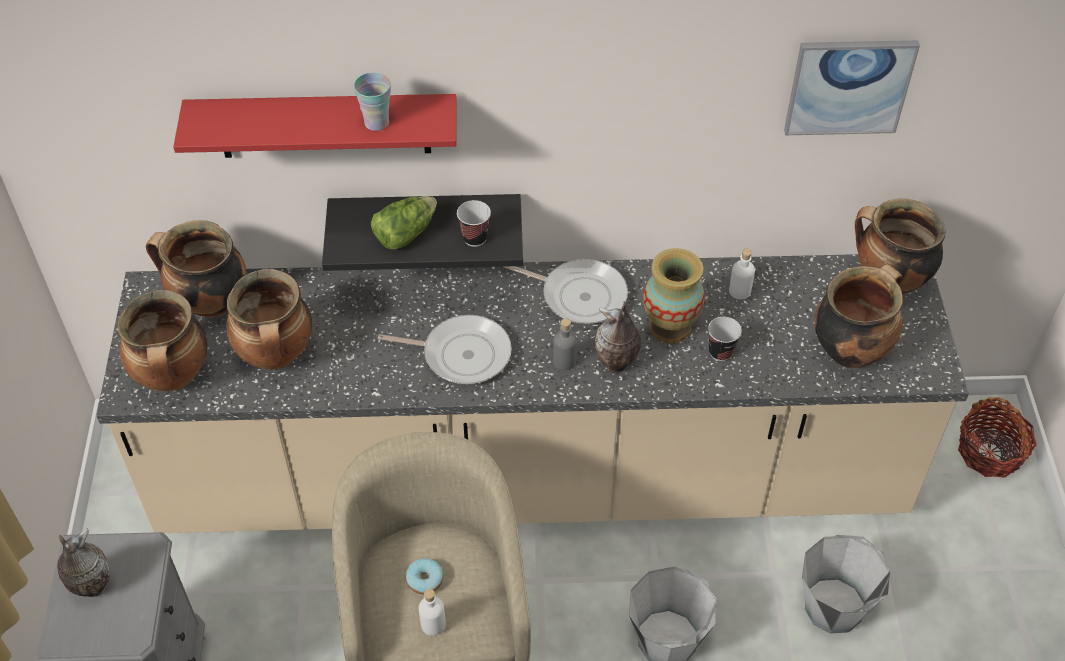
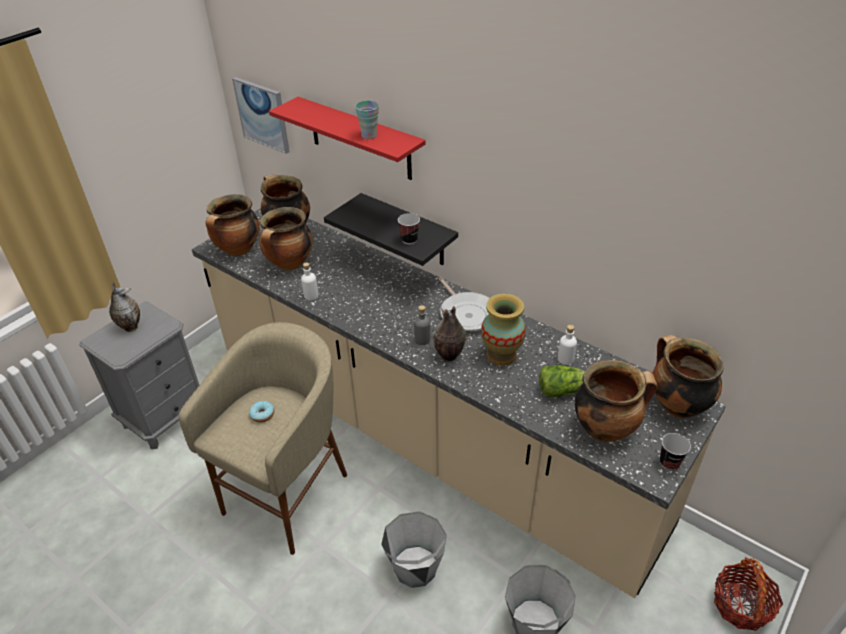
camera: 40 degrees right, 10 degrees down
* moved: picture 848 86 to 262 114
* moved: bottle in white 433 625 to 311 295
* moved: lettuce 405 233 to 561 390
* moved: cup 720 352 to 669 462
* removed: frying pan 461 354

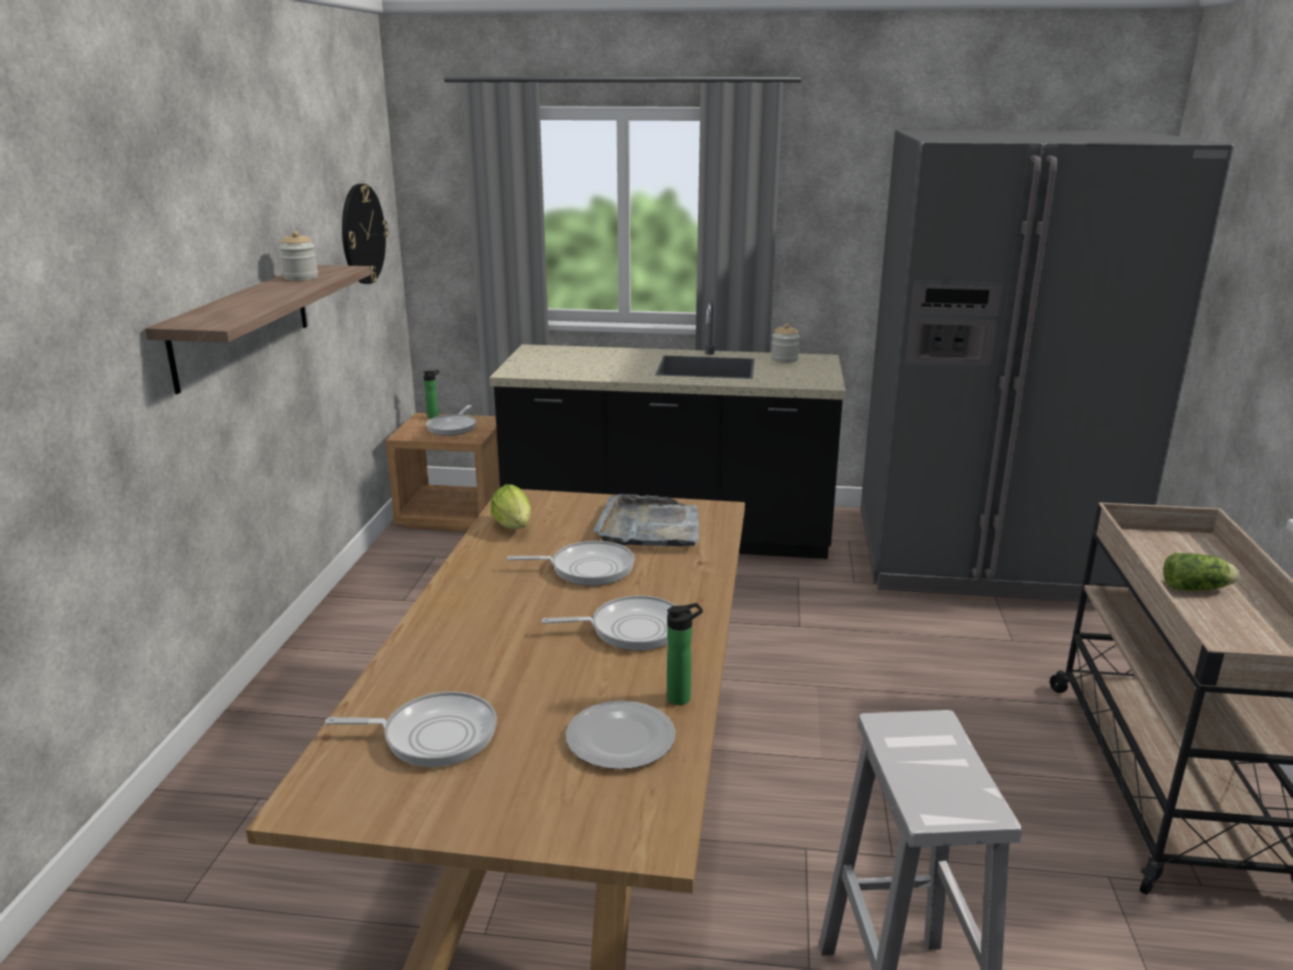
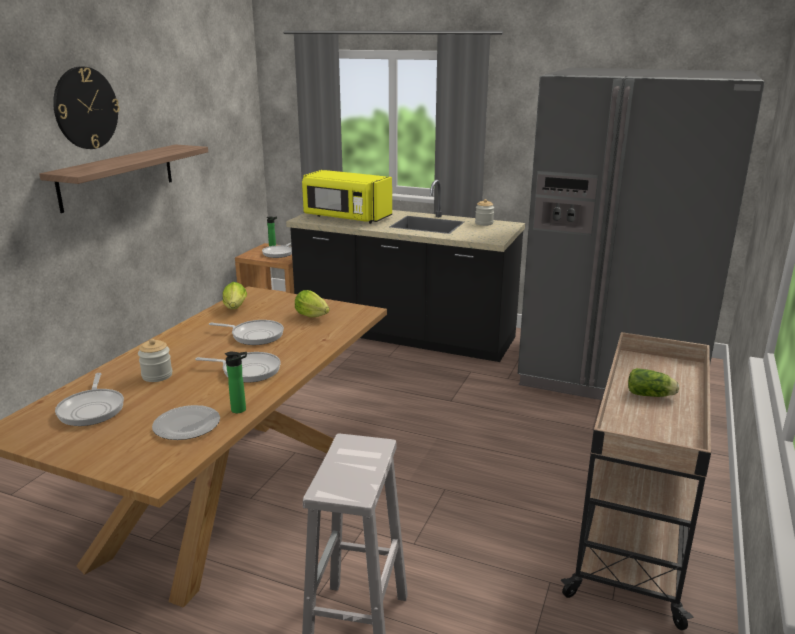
camera: 15 degrees right, 0 degrees up
* moved: wall clock 362 234 to 86 108
* turned: frying pan 433 735 = 92 409 60 degrees clockwise
* moved: jar 301 277 to 157 375
* replaced: tray in grey 650 527 to lettuce 314 317
* added: microwave in yellow 346 218

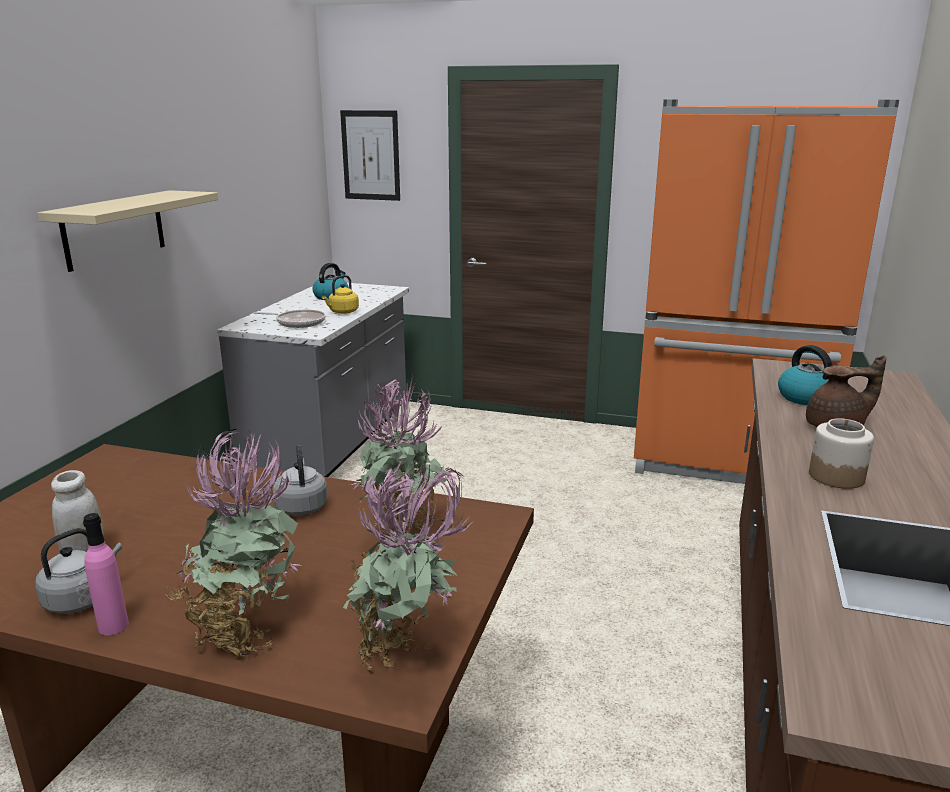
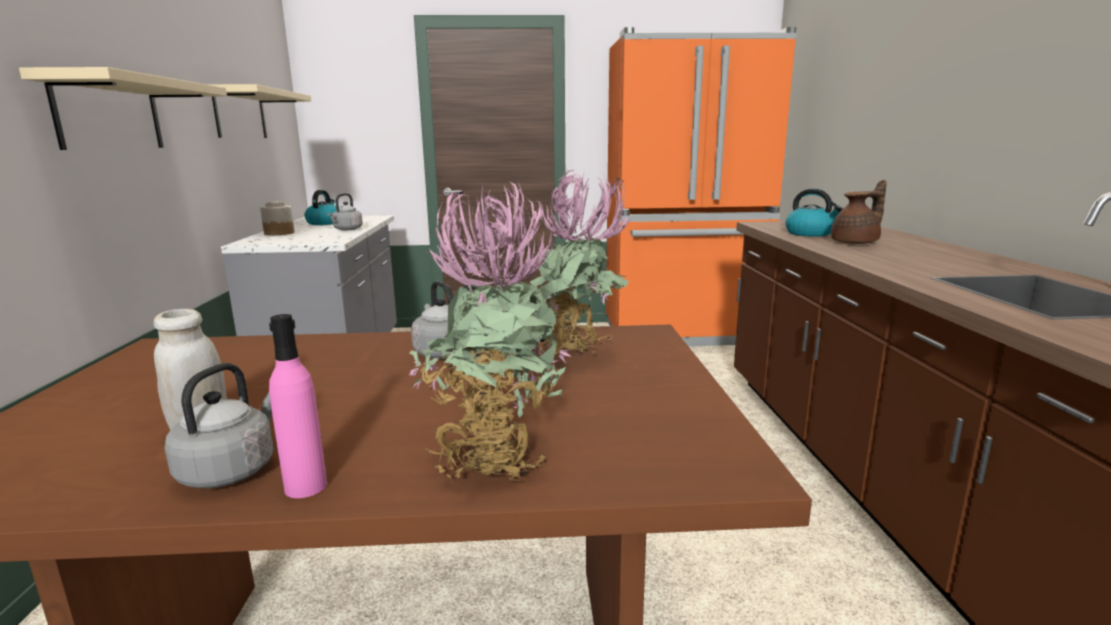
camera: 20 degrees left, 5 degrees down
* added: shelf in beige 240 114
* moved: jar 836 476 to 279 233
* recoloured: kettle in yellow 342 312 to kettle in grey 346 229
* removed: frying pan 298 322
* removed: picture 371 155
* removed: potted plant 406 656

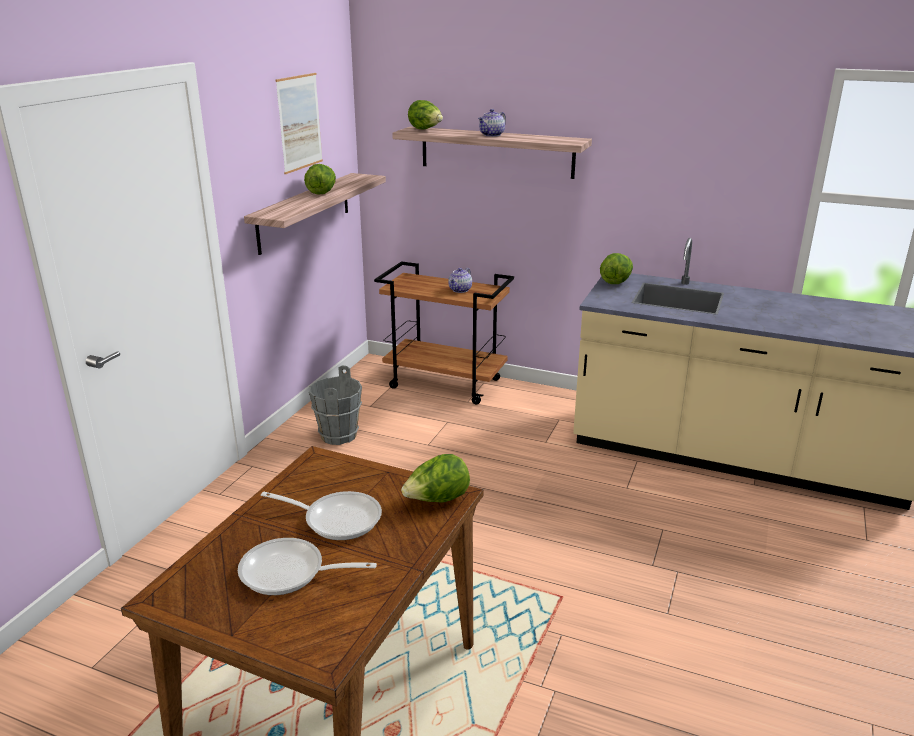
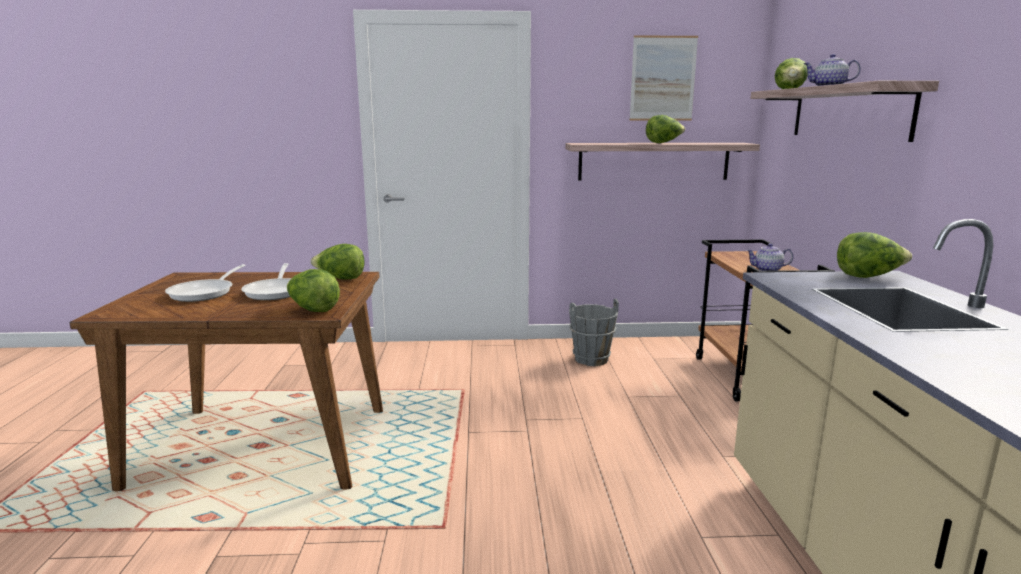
camera: 65 degrees right, 10 degrees down
* turned: frying pan 289 573 = 205 292 150 degrees counterclockwise
* added: lettuce 340 279

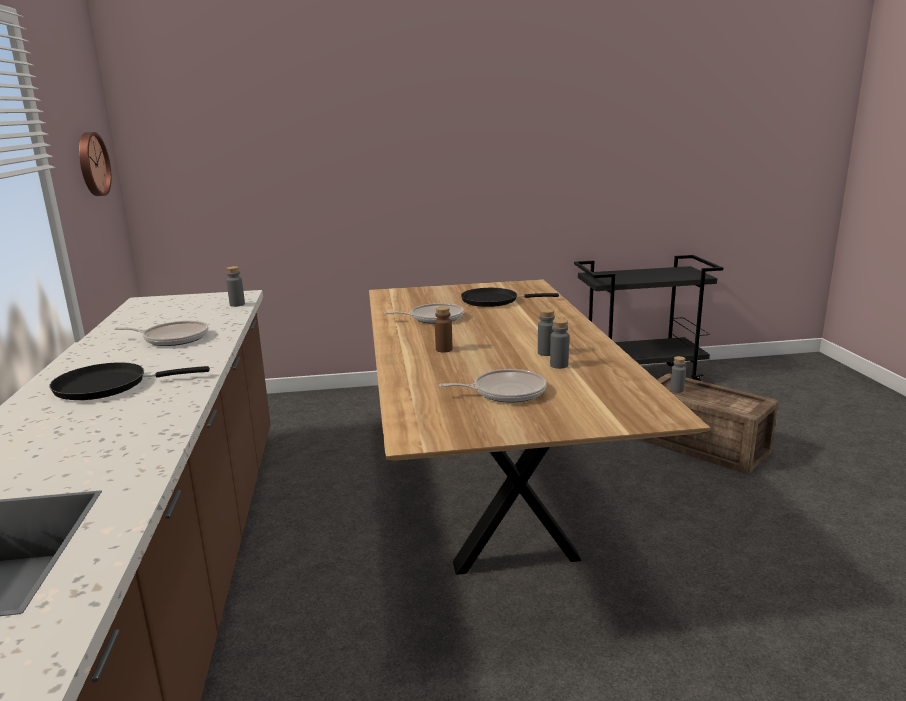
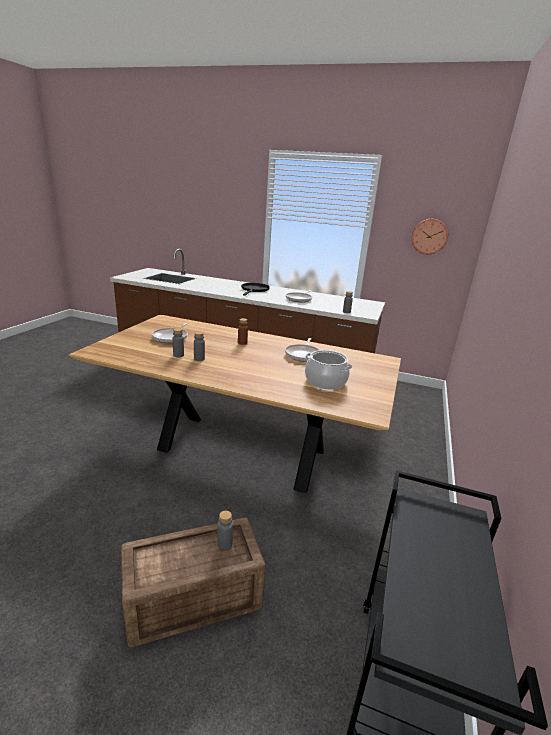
camera: 115 degrees right, 5 degrees up
* replaced: frying pan in black 494 301 to cooking pot 326 381

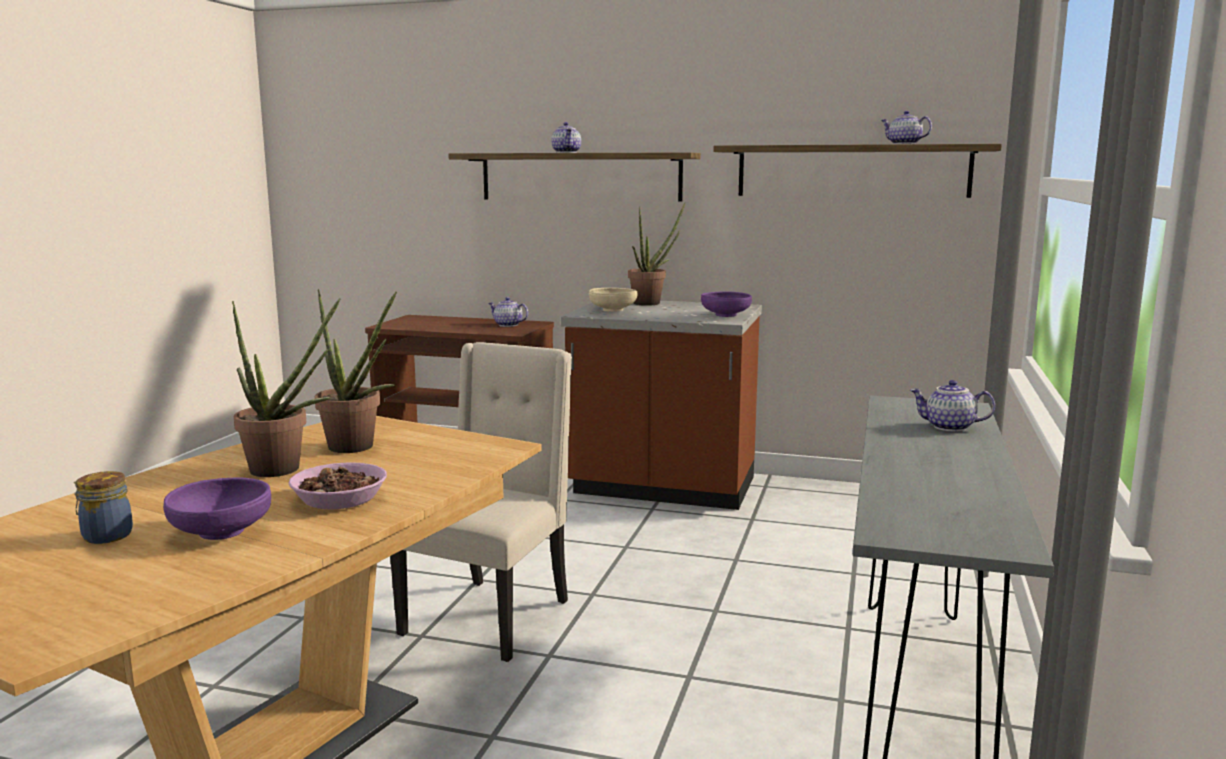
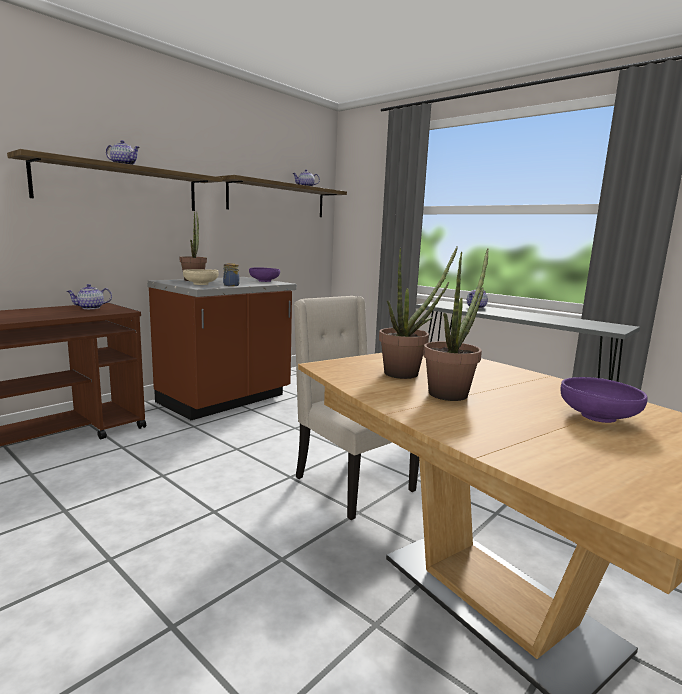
camera: 65 degrees left, 0 degrees up
* moved: jar 105 536 to 230 285
* removed: bowl 338 499

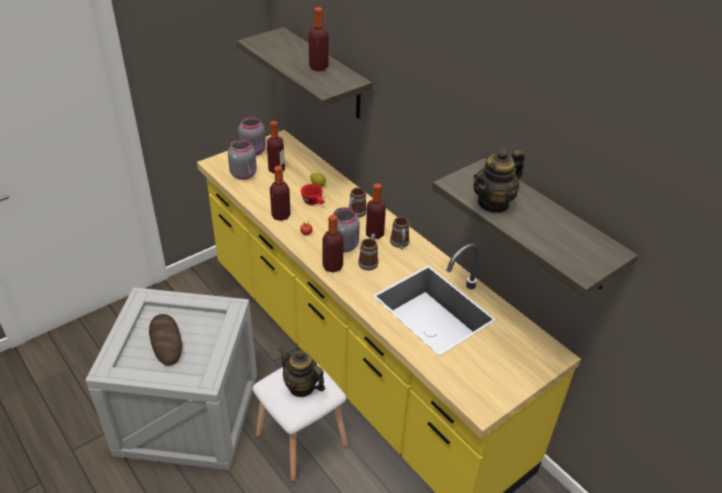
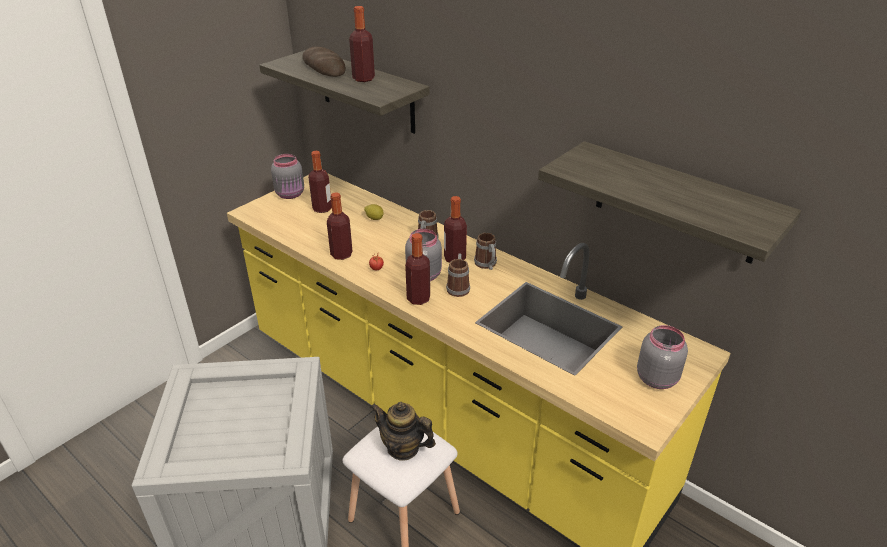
camera: 10 degrees left, 5 degrees down
* moved: bread 166 341 to 324 67
* moved: jar in grey 244 174 to 657 378
* removed: cup in red 314 202
* removed: teapot 493 203

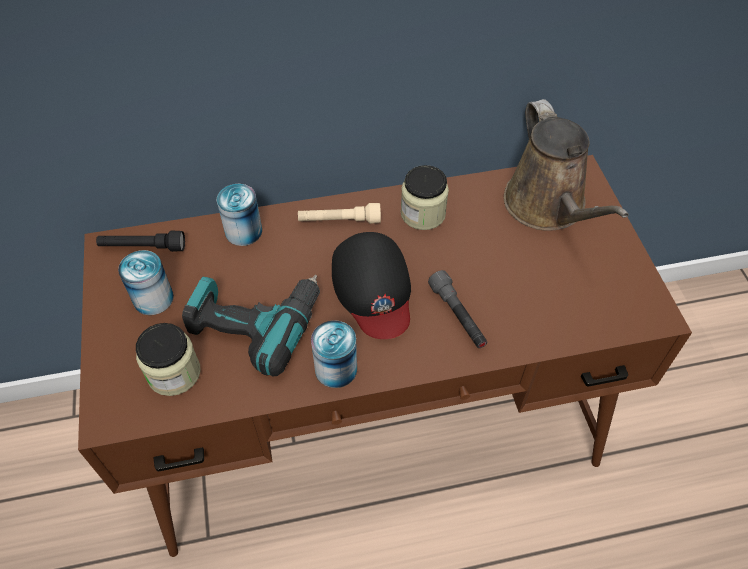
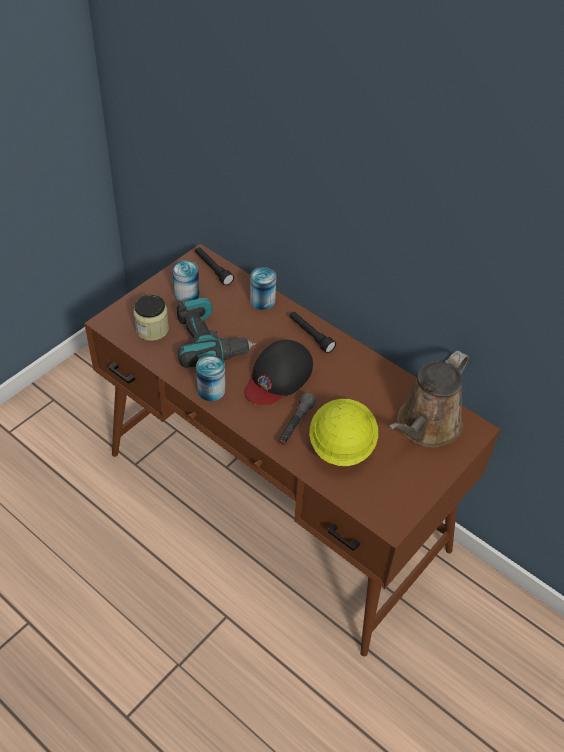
camera: 50 degrees right, 5 degrees down
* recoloured: flashlight in beige 339 221 to flashlight in black 310 335
* added: hard hat in yellow 341 444
* removed: jar 423 214

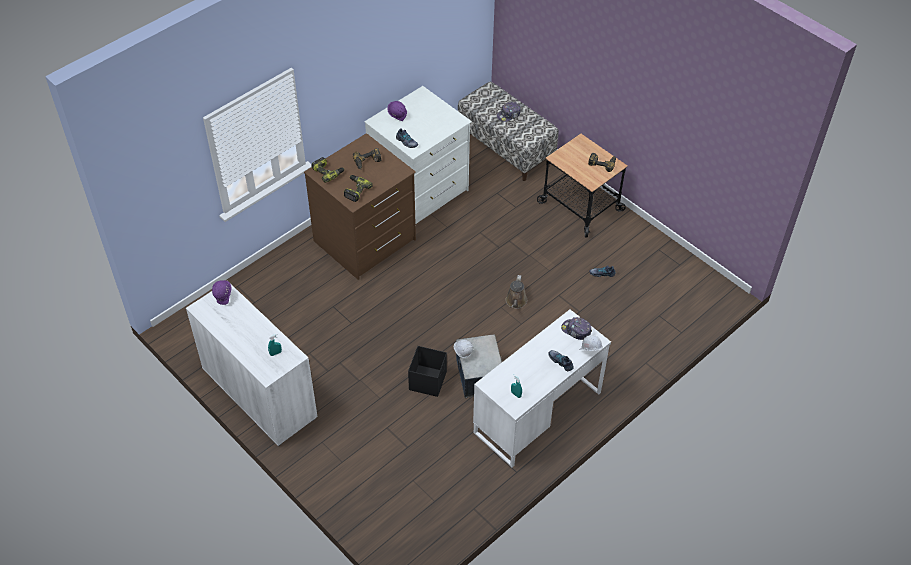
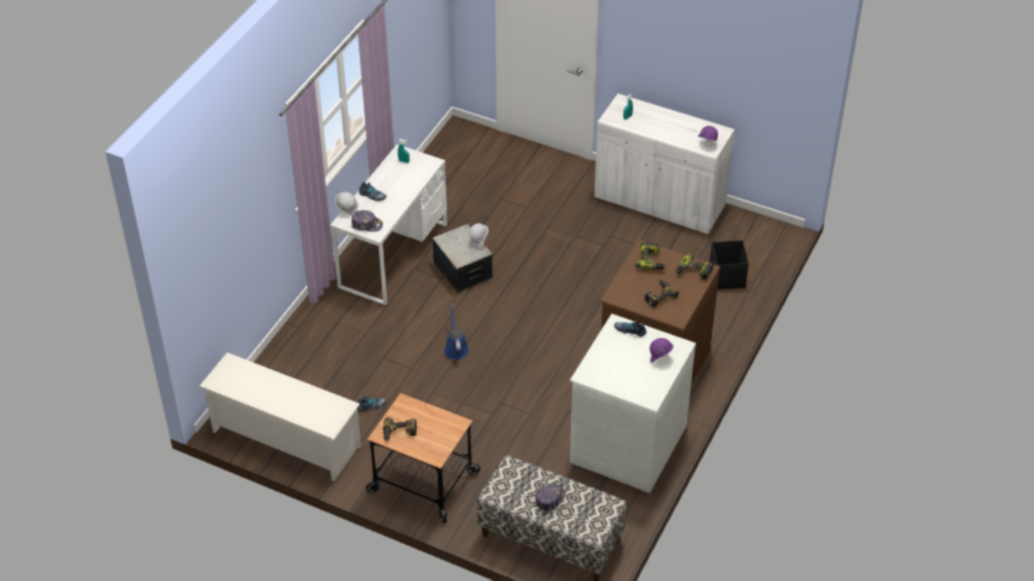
camera: 160 degrees right, 5 degrees down
* added: shoe rack in white 285 439
* recoloured: watering can in brown 516 302 to watering can in blue 455 348
* moved: storage box in black 428 380 to 726 277

